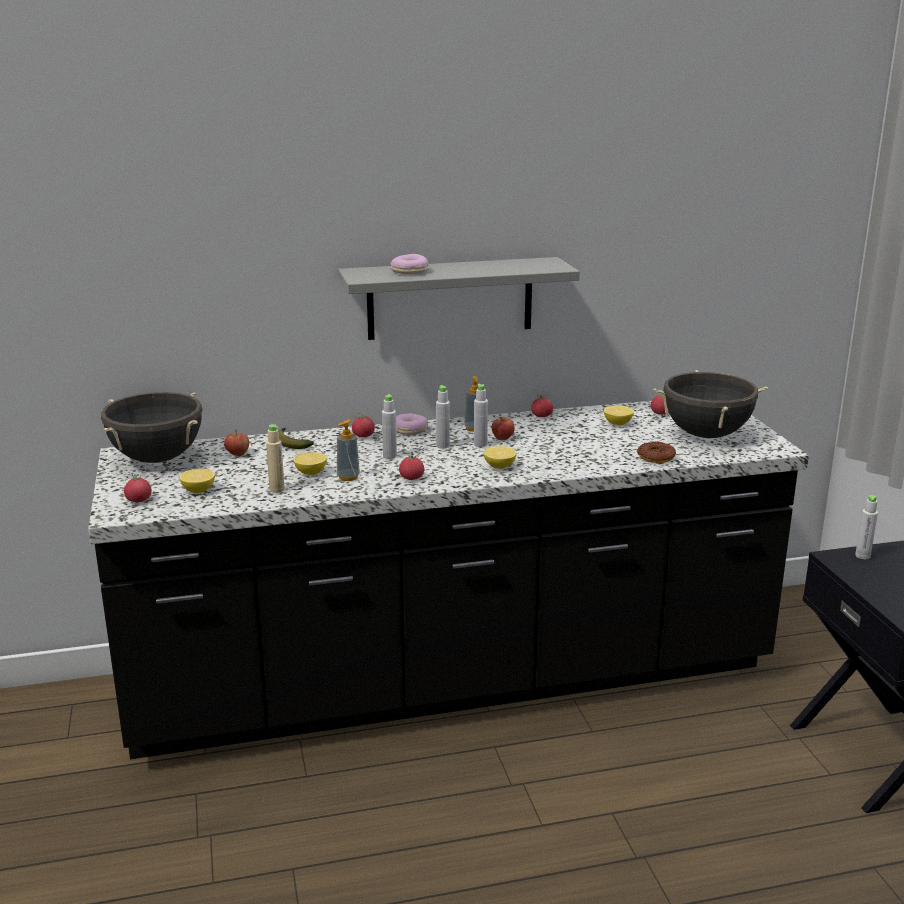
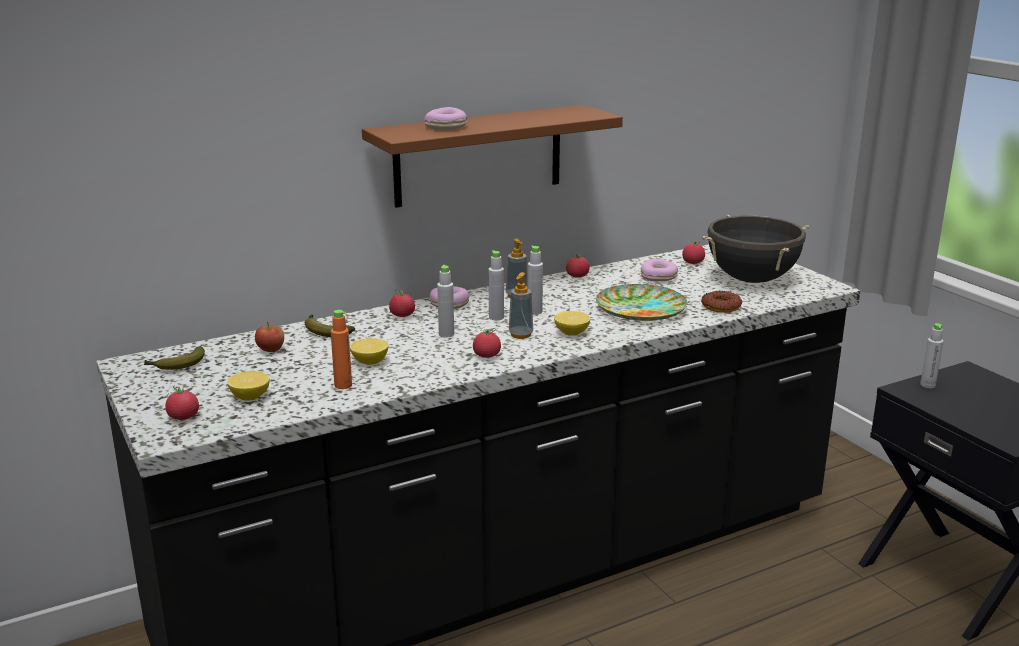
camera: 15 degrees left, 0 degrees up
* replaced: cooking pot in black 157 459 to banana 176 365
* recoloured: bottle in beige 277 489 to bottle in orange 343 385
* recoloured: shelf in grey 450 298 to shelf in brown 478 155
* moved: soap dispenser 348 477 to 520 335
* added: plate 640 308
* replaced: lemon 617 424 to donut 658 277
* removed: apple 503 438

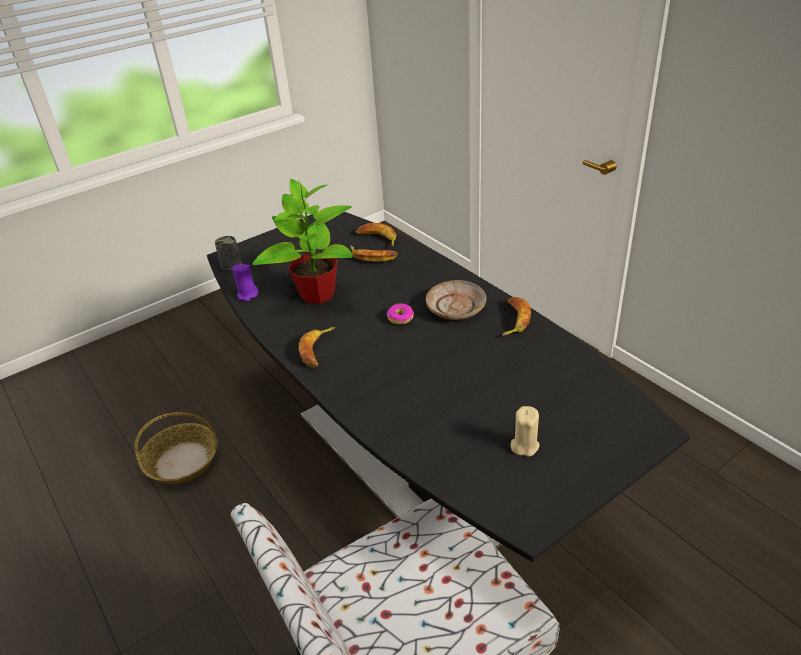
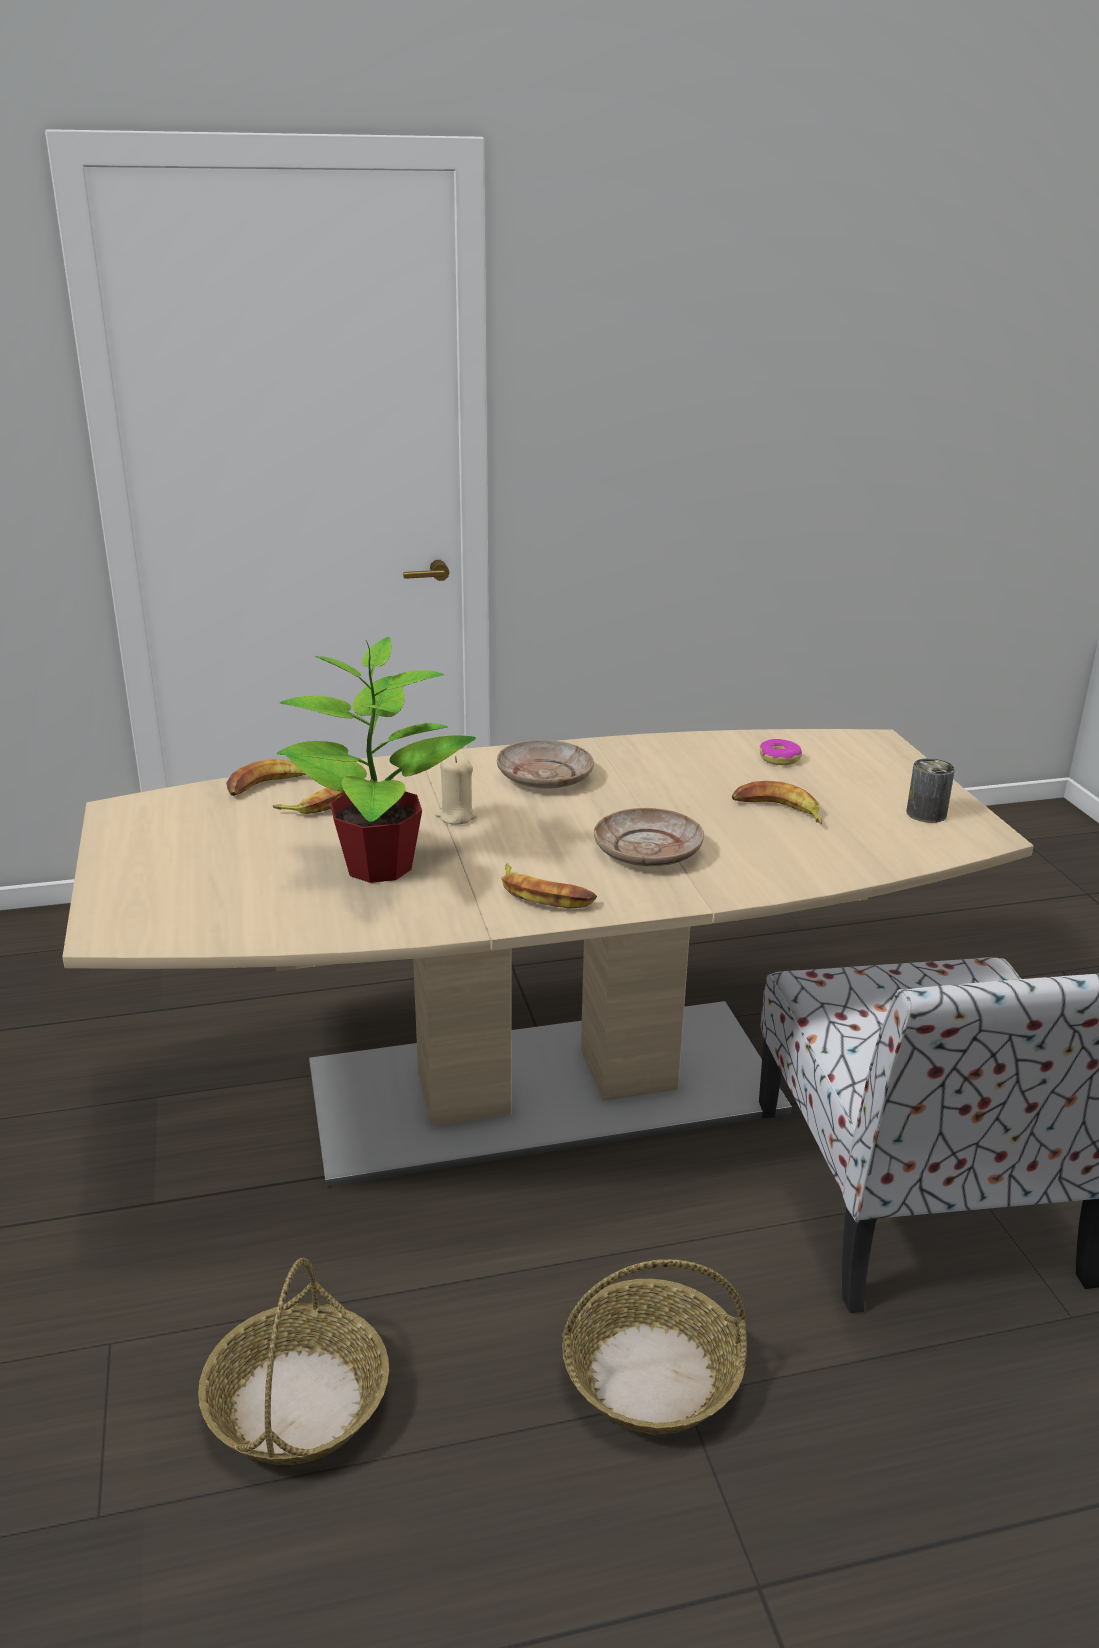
camera: 70 degrees left, 10 degrees down
* recoloured: dining table in black 411 462 to dining table in beige 547 1088
* moved: candle in beige 524 445 to 456 816
* added: basket 650 1375
* added: plate in beige 648 851
* moved: banana 514 319 to 778 811
* moved: donut 400 318 to 779 758
* moved: can 231 264 to 926 813
* removed: candle in purple 247 295

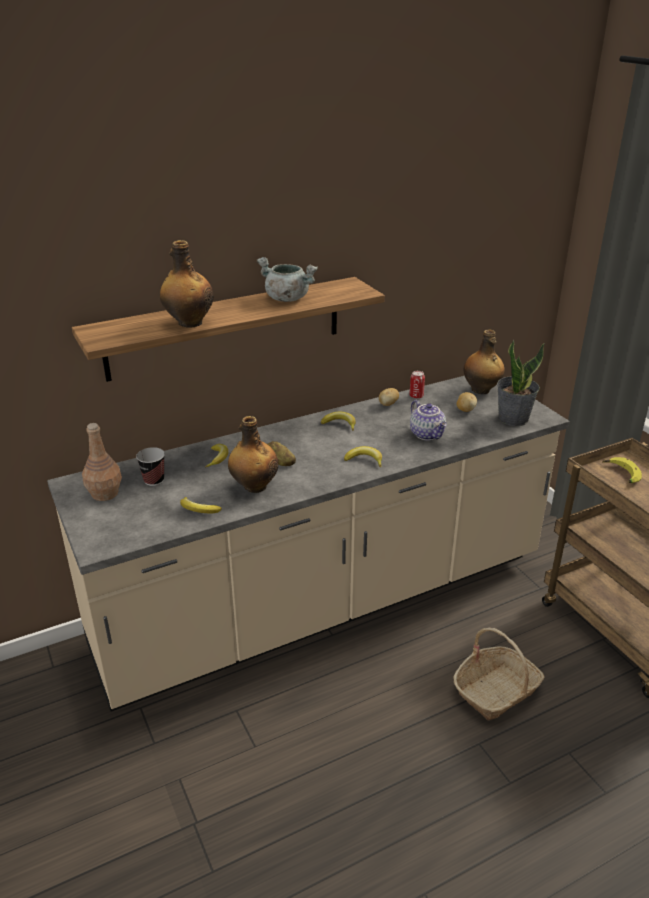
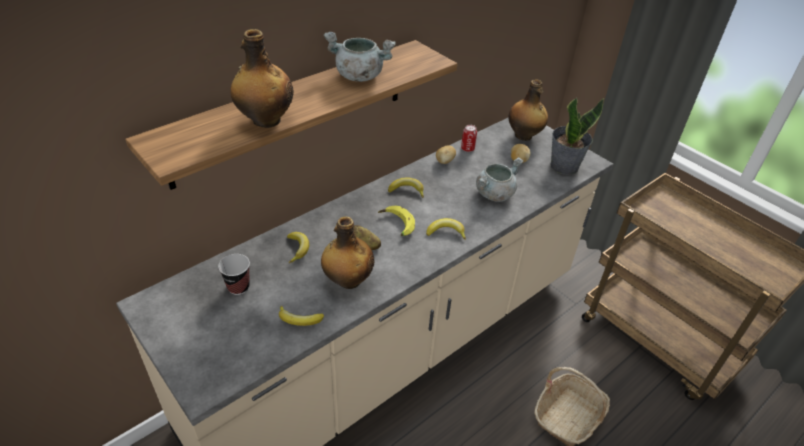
camera: 15 degrees left, 10 degrees up
* moved: banana 621 474 to 396 225
* replaced: teapot 427 434 to cooking pot in grey 494 194
* removed: bottle in brown 105 493

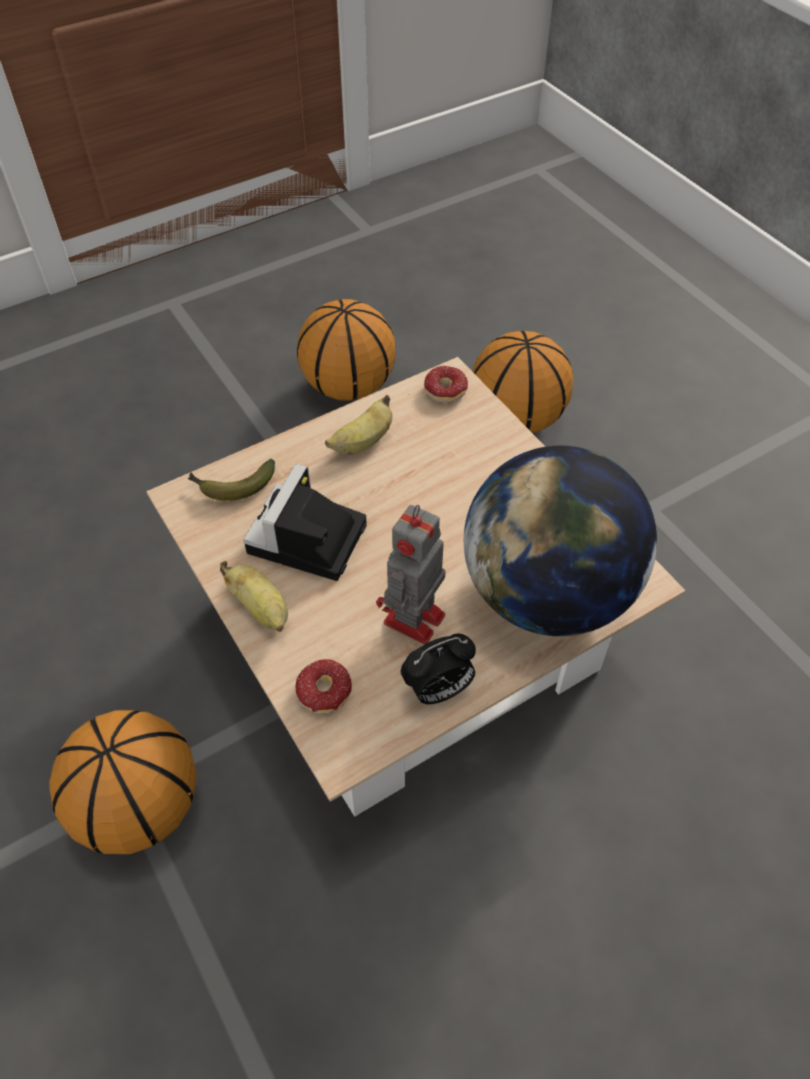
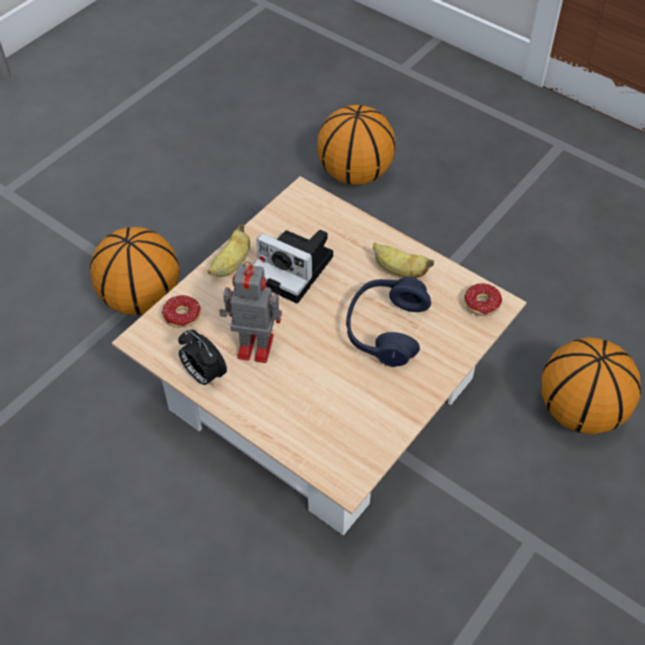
camera: 70 degrees right, 0 degrees up
* turned: photo camera 307 541 = 295 269 150 degrees counterclockwise
* moved: basketball 348 385 to 356 173
* added: headphones in blue 385 329
* removed: banana 232 486
* removed: globe 547 593

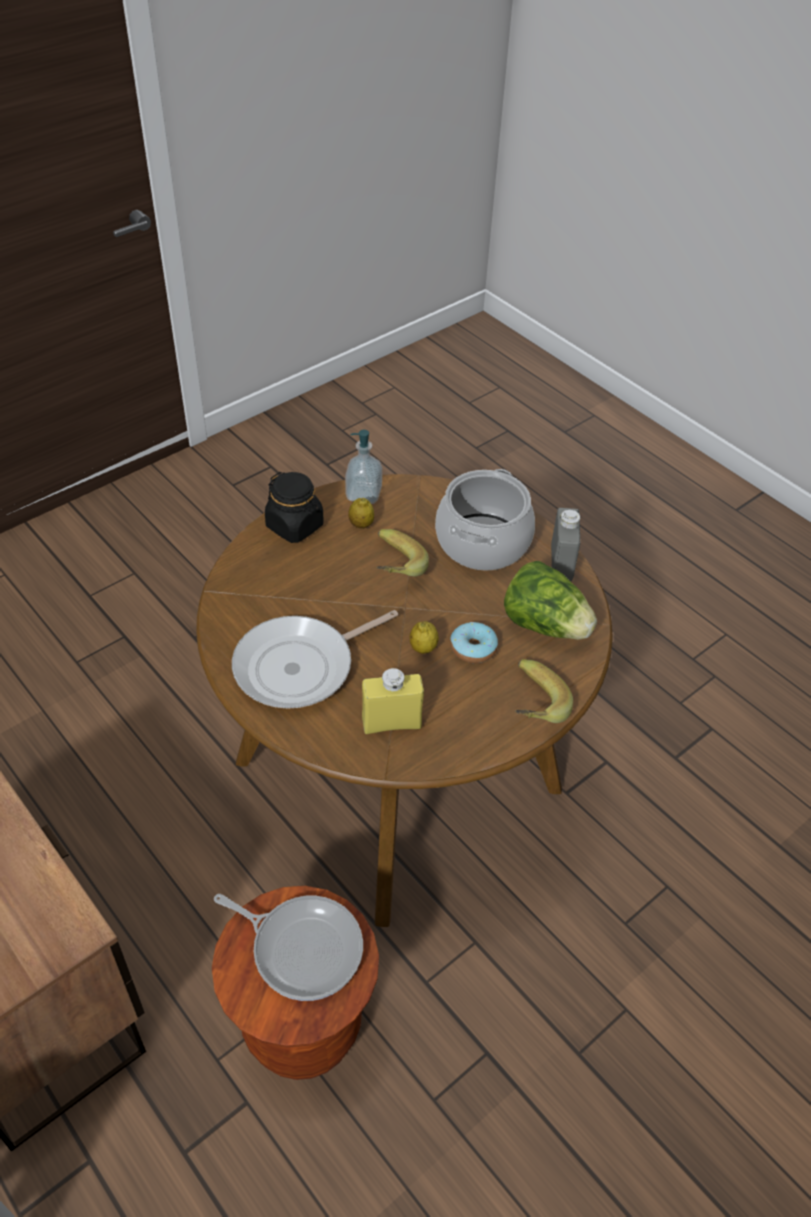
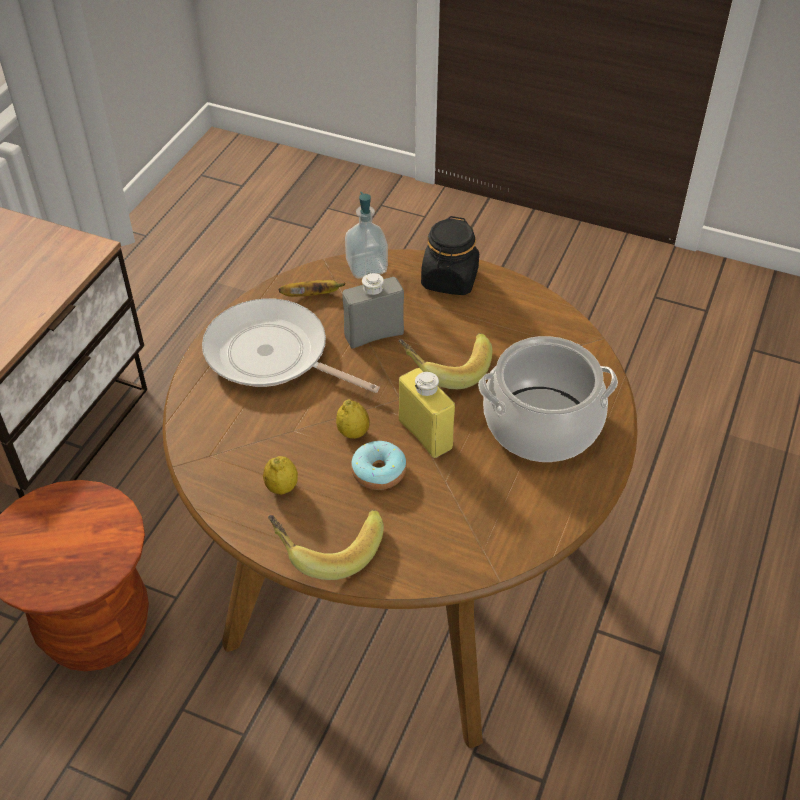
camera: 65 degrees right, 0 degrees up
* moved: lemon 361 524 to 282 487
* added: banana 312 296
* moved: bottle in grey 561 563 to 374 335
* moved: soap dispenser 363 494 to 367 267
* moved: bottle in yellow 391 723 to 425 434
* removed: frying pan 302 948
* removed: lettuce 545 625

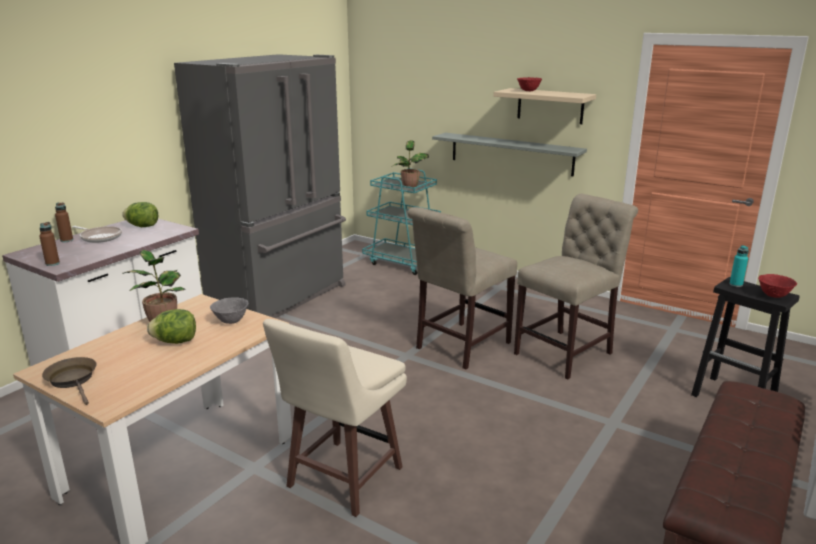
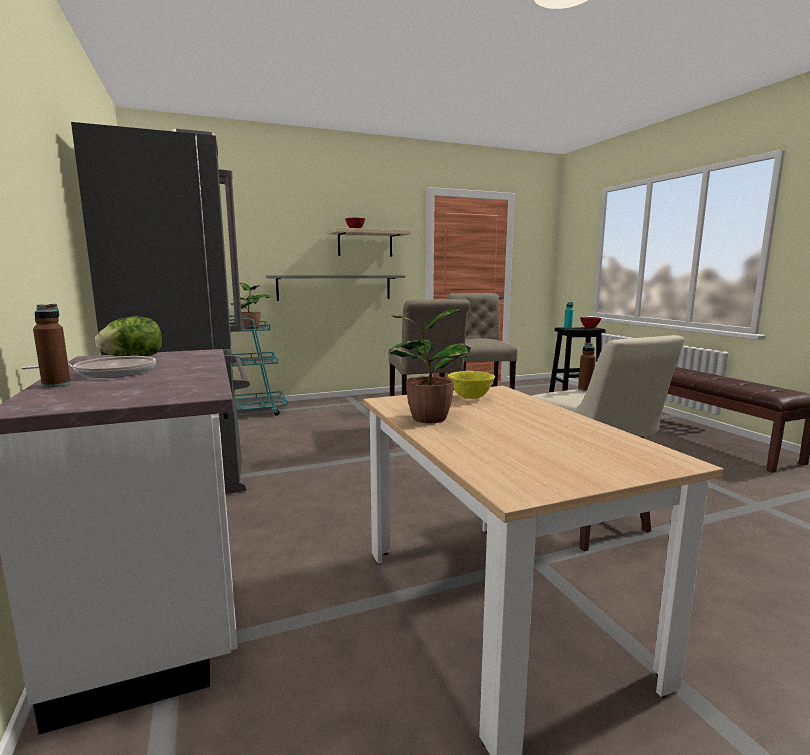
camera: 55 degrees left, 10 degrees down
* recoloured: bowl in grey 230 321 to bowl in yellow 470 398
* moved: bottle in brown 52 263 to 585 390
* removed: frying pan in brown 73 380
* removed: lettuce 175 341

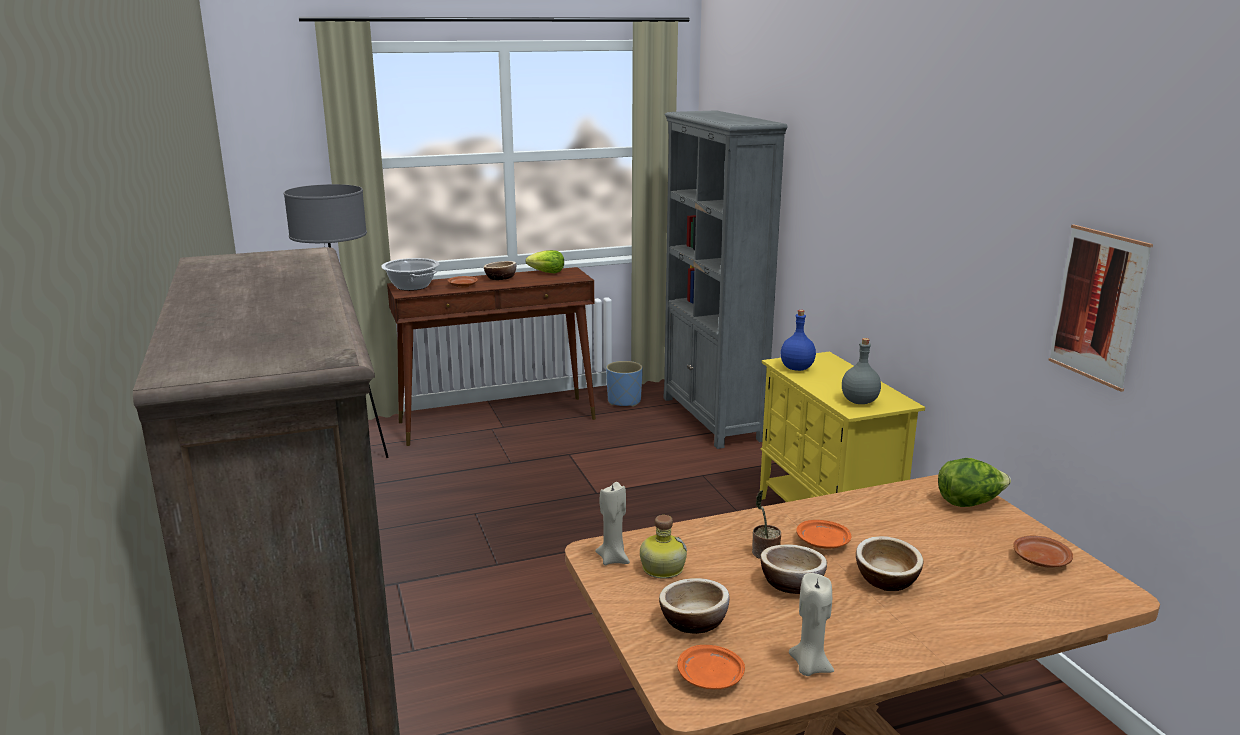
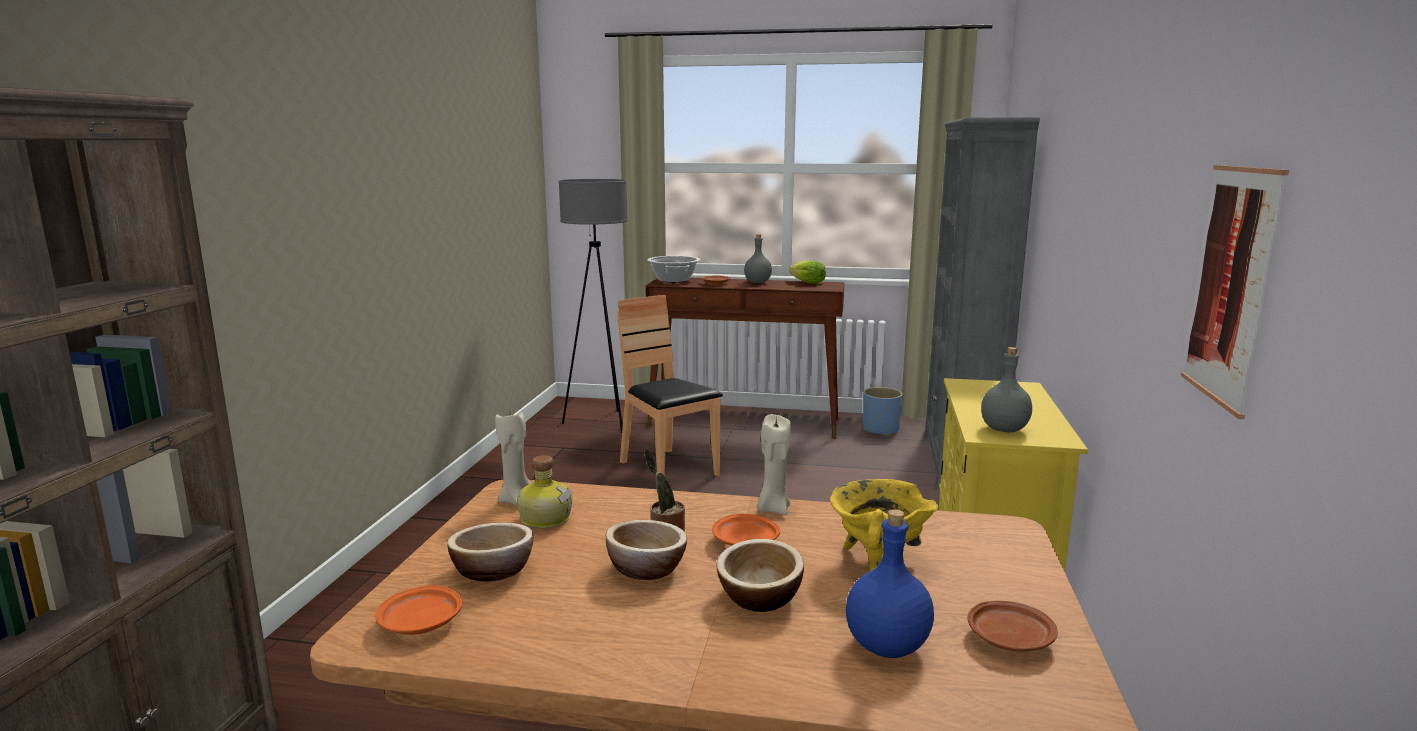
camera: 30 degrees right, 5 degrees down
* added: chair in brown 667 469
* replaced: bowl 500 278 to bottle in grey 758 282
* moved: candle in beige 809 667 to 773 509
* added: cooking pot in yellow 877 563
* moved: bottle in blue 797 368 to 888 646
* removed: lettuce 969 503

